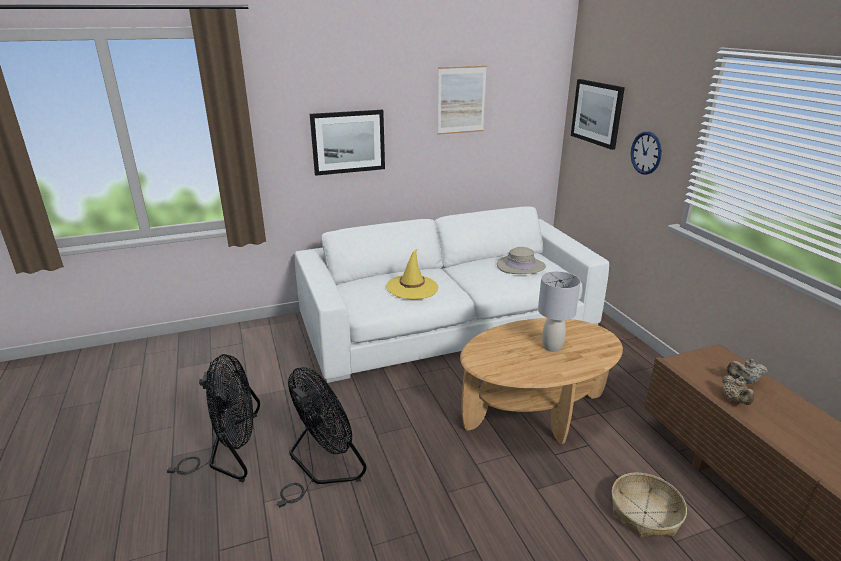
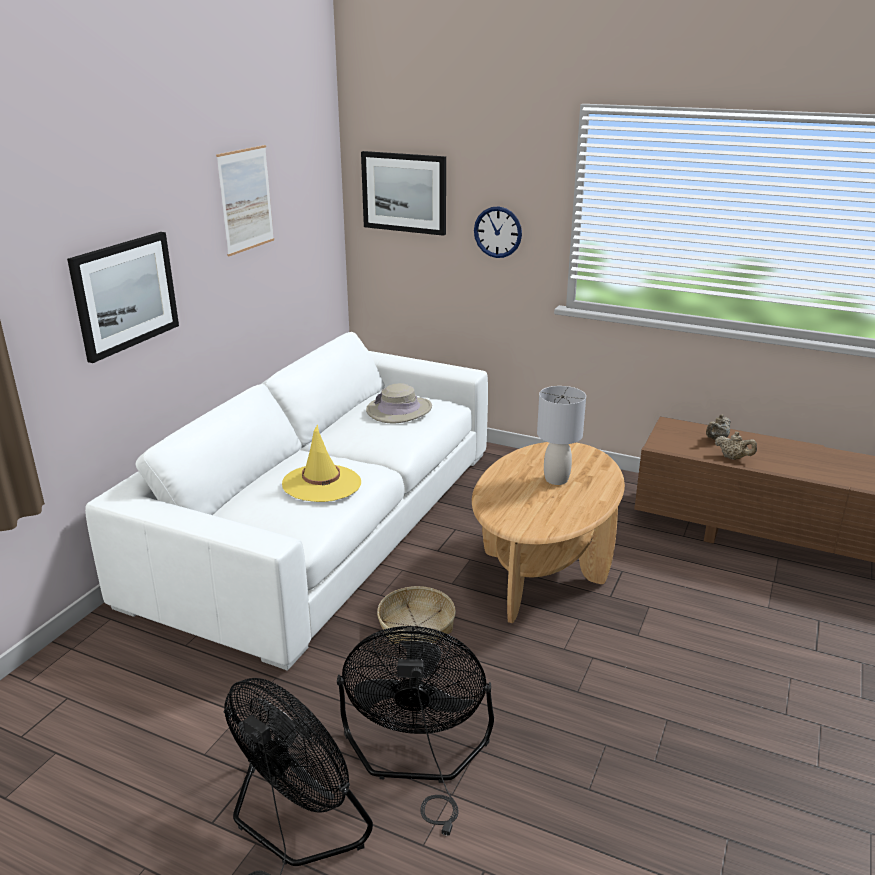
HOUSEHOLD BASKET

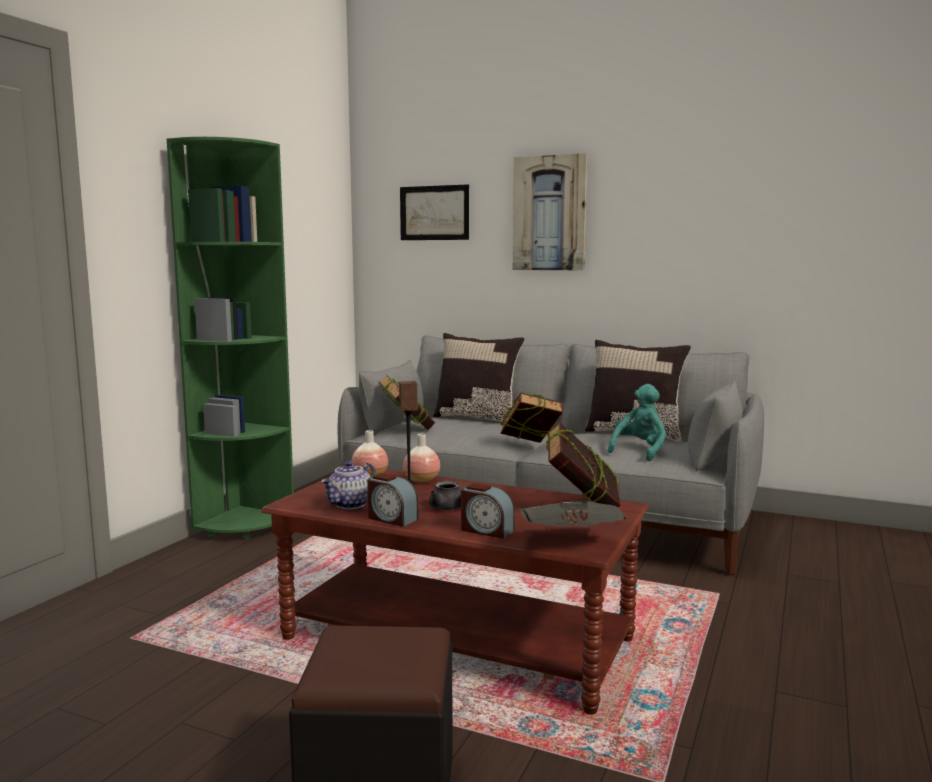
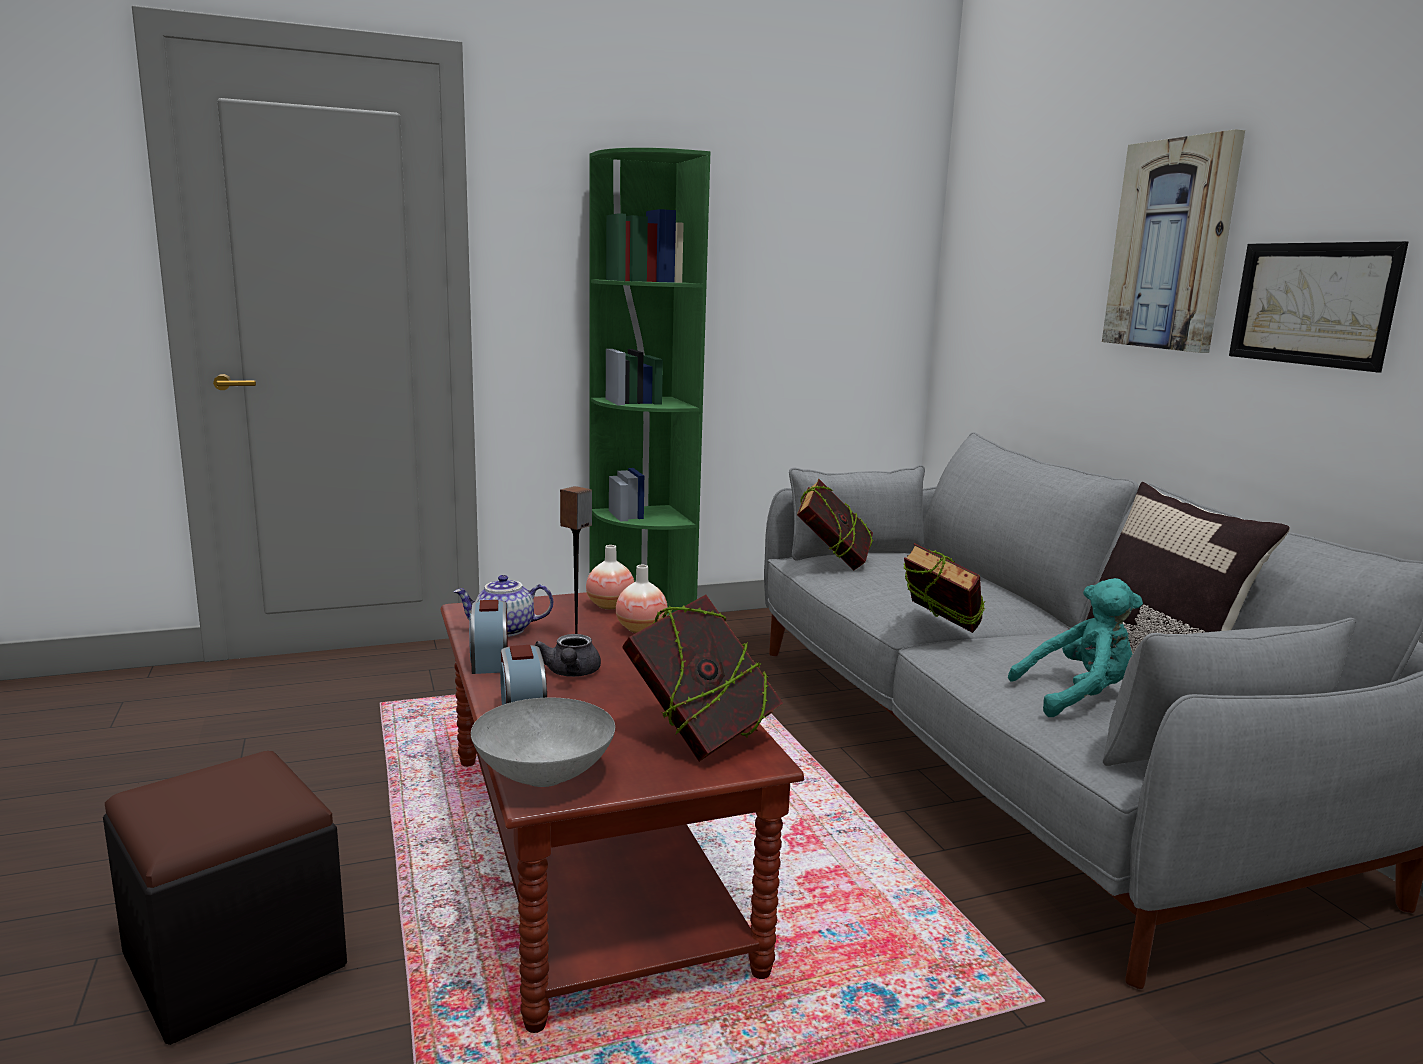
CUSHION (1st from left in the first image)
WALL PICTURE (2nd from left)
GRAY DEEP DISH

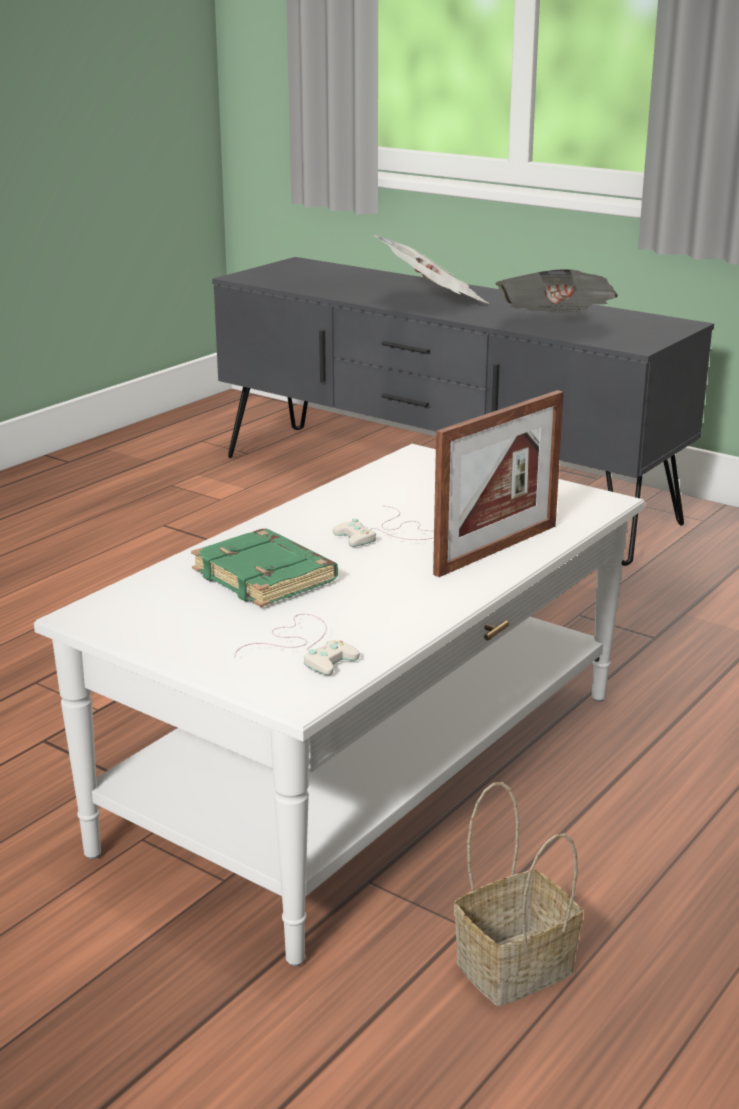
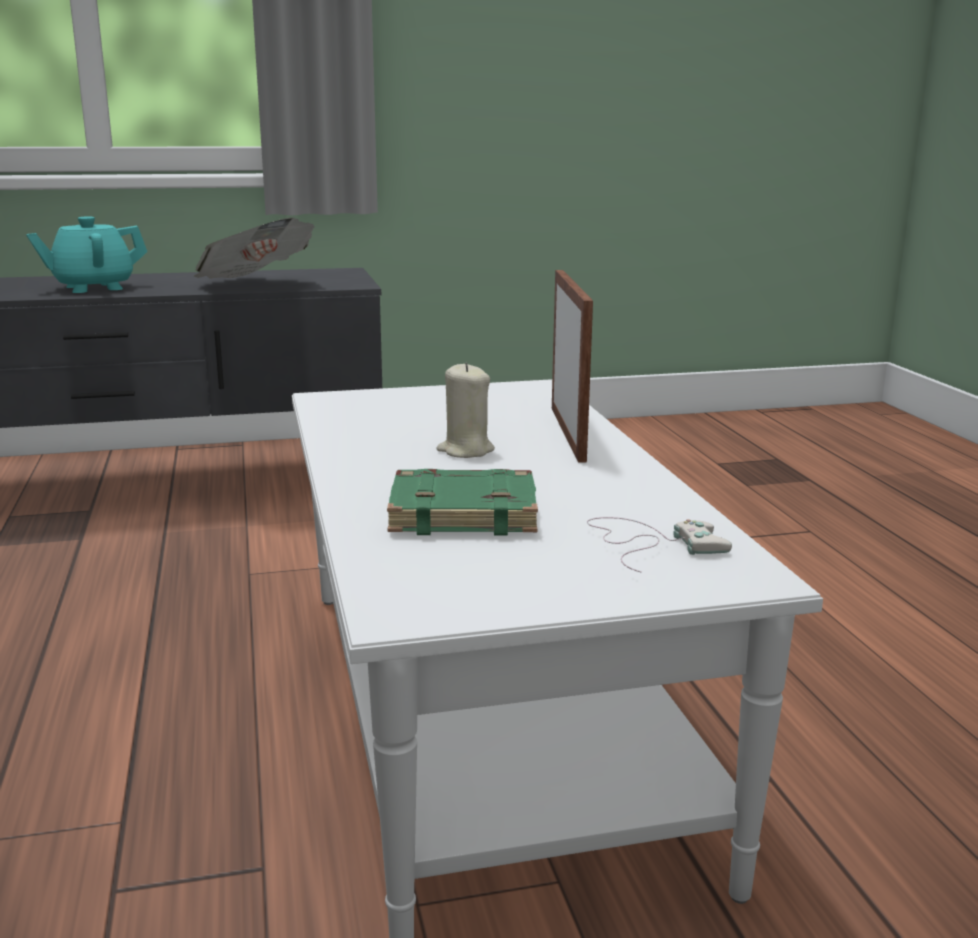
HOUSEHOLD BASKET
BEIGE WAX LIGHT
BLUE-GREEN POT FOR TEA

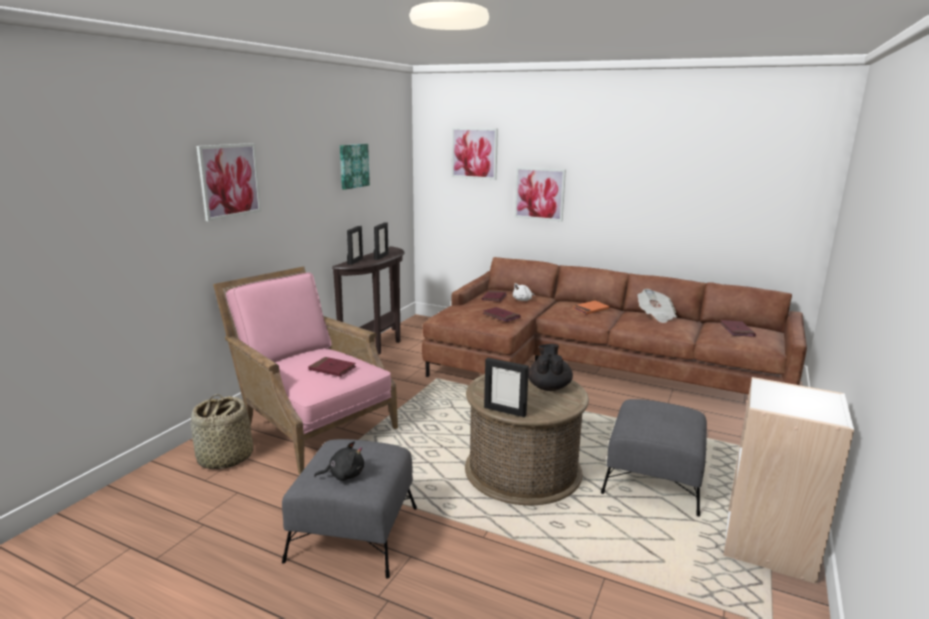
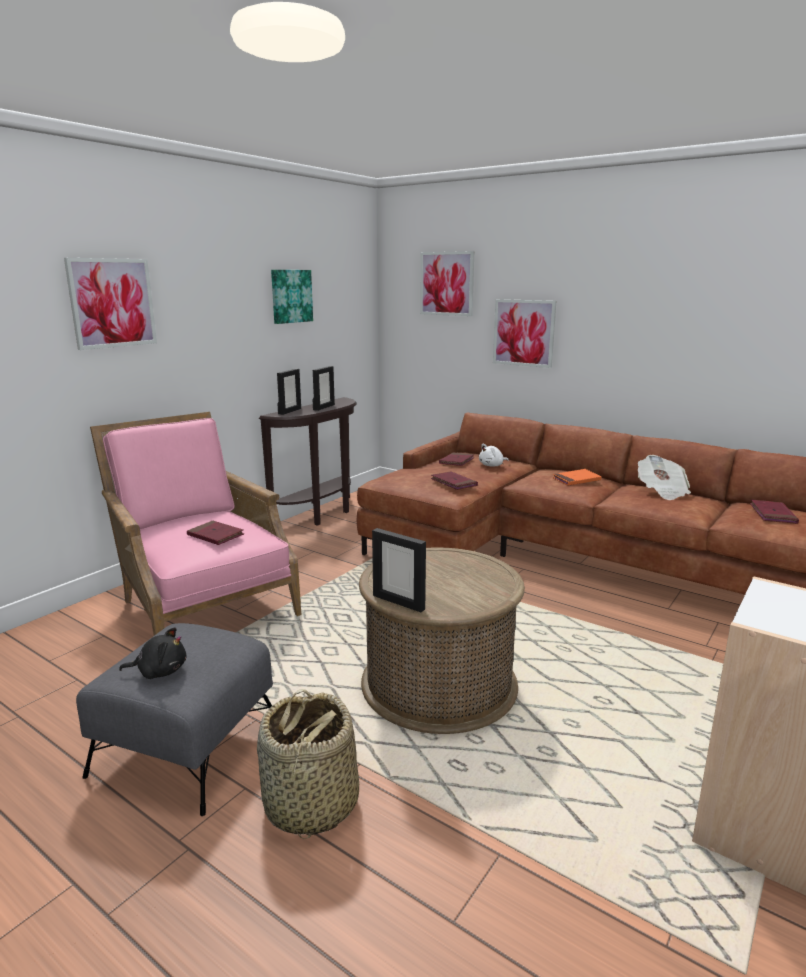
BLACK POT FOR TEA
GRAY POUFFE (2nd from left in the first image)
HOUSEHOLD BASKET

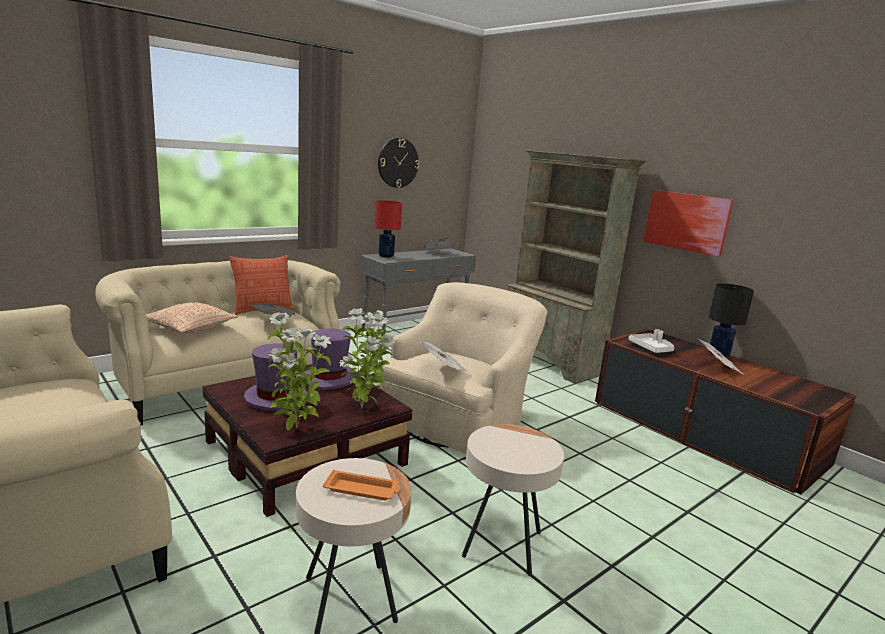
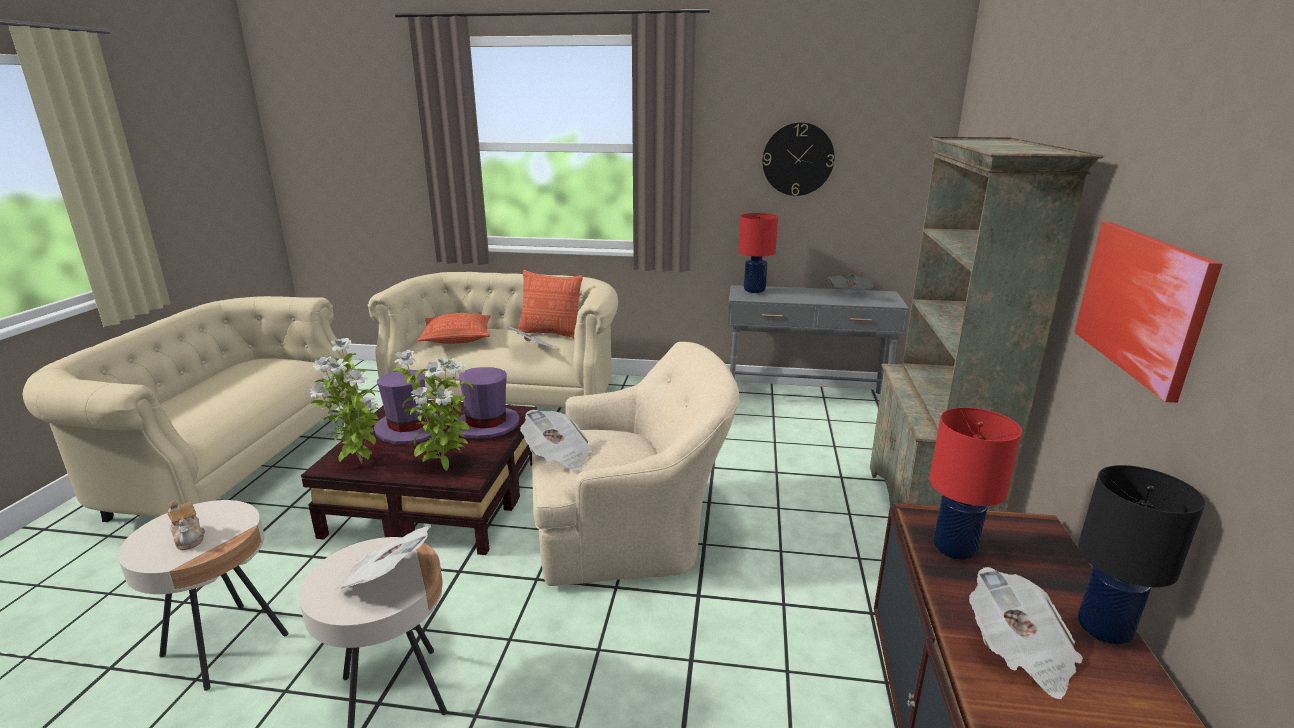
DAILY PAPER (1st from left)
POT FOR TEA
RED TABLE LAMP (2nd from left)
ORANGE-COLOURED CUSHION (1st from left)

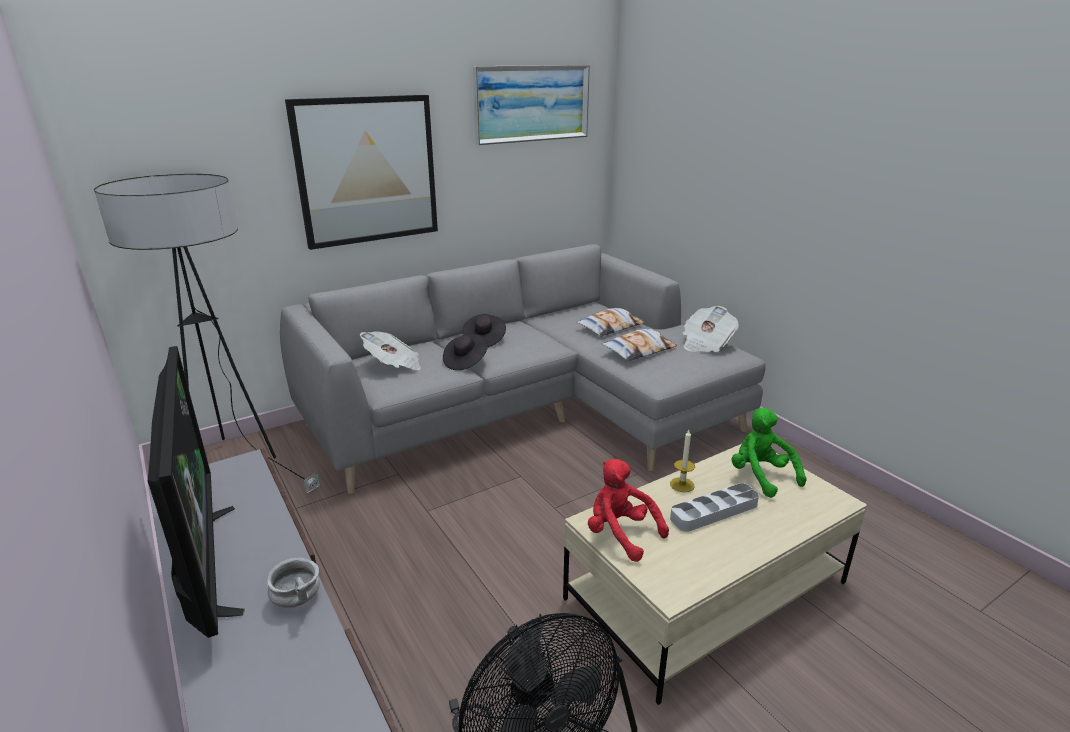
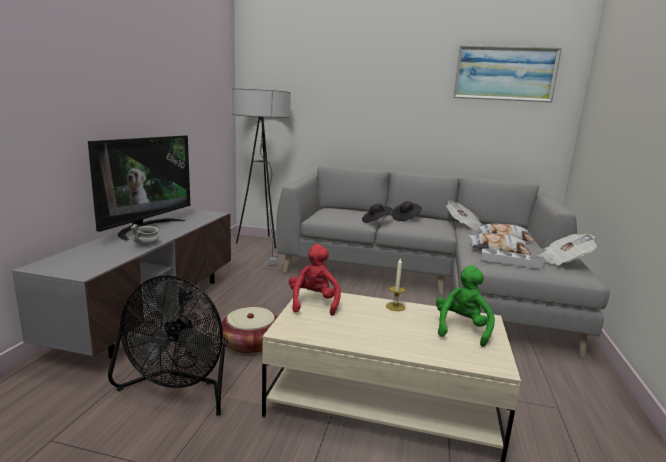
WALL PICTURE (1st from left in the first image)
HOUSEHOLD BASKET
DAILY PAPER (1st from left)
GRAY SERVING TRAY

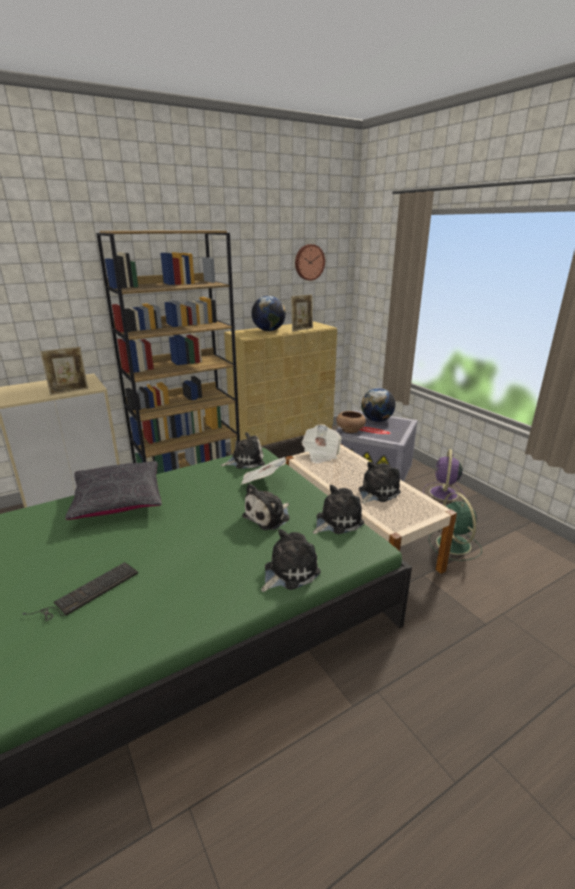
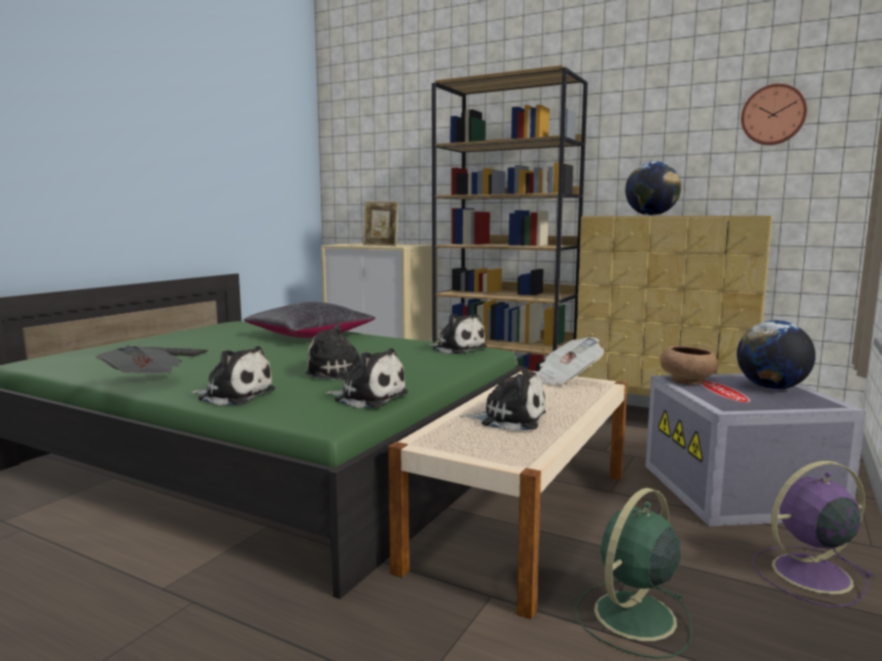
STANDING FRAME (2nd from left in the first image)
DAILY PAPER (1st from left)

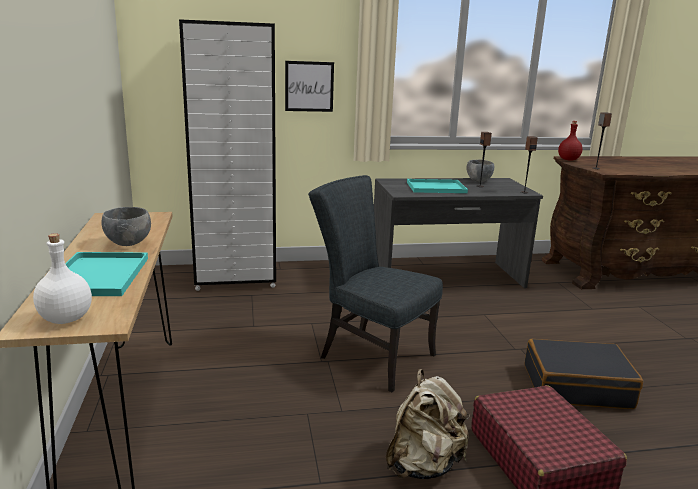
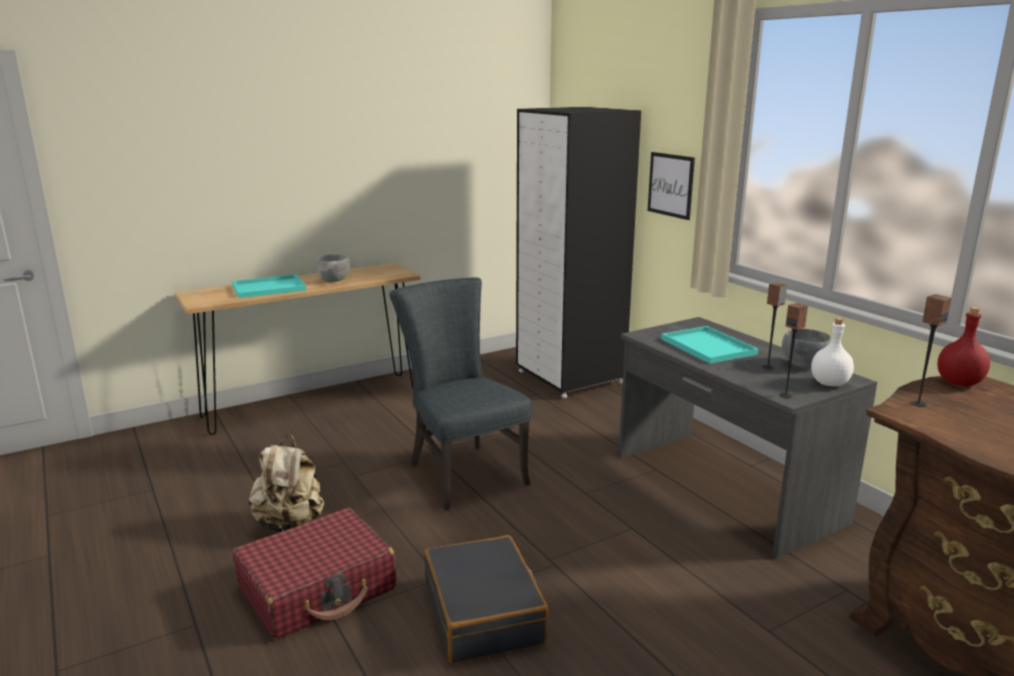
WHITE-COLOURED DRINK BOTTLE
GRAY UPRIGHT CHAIR

